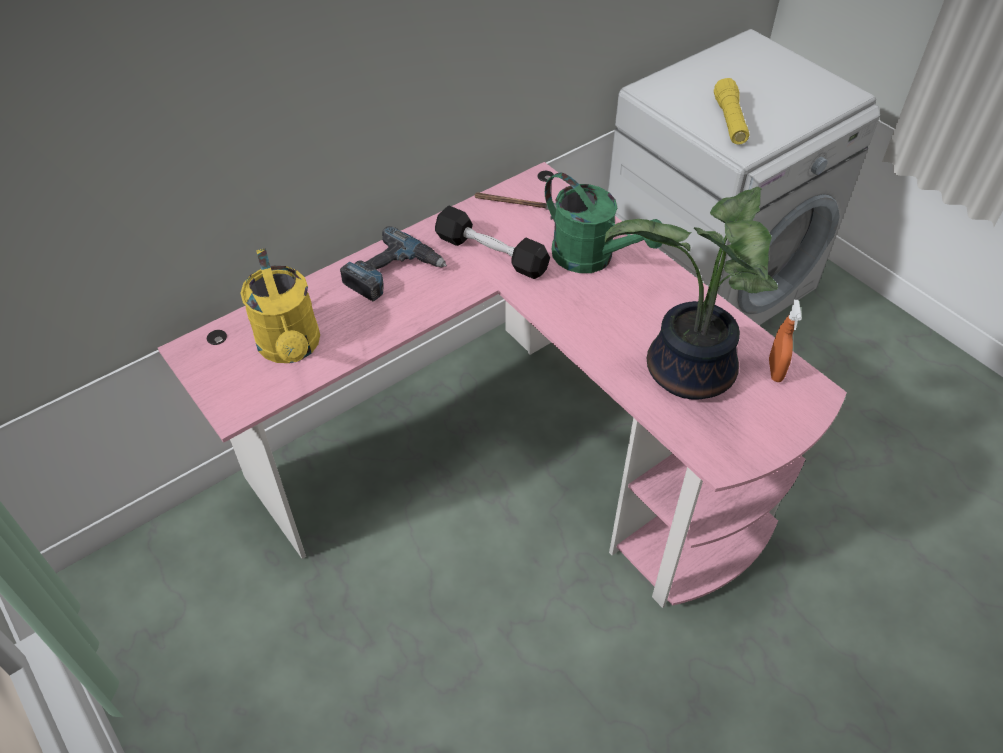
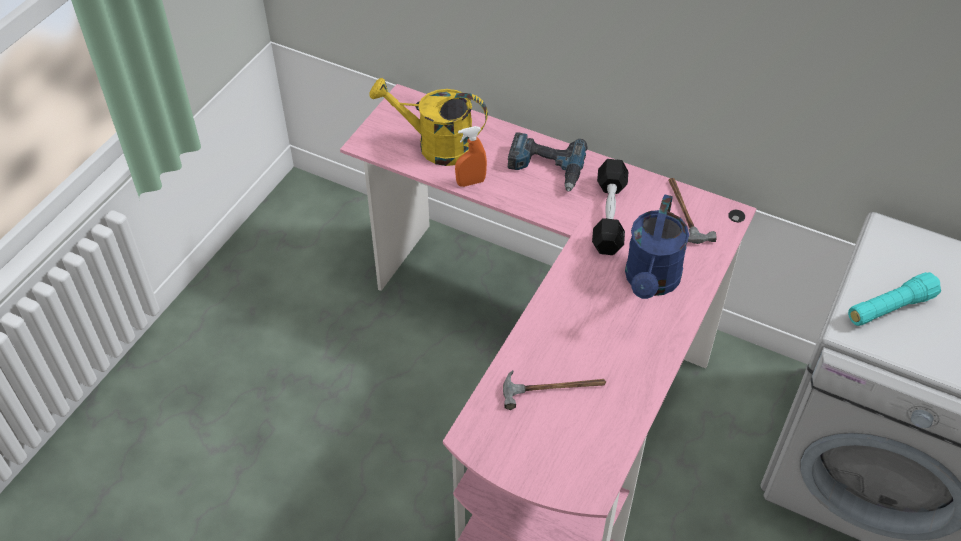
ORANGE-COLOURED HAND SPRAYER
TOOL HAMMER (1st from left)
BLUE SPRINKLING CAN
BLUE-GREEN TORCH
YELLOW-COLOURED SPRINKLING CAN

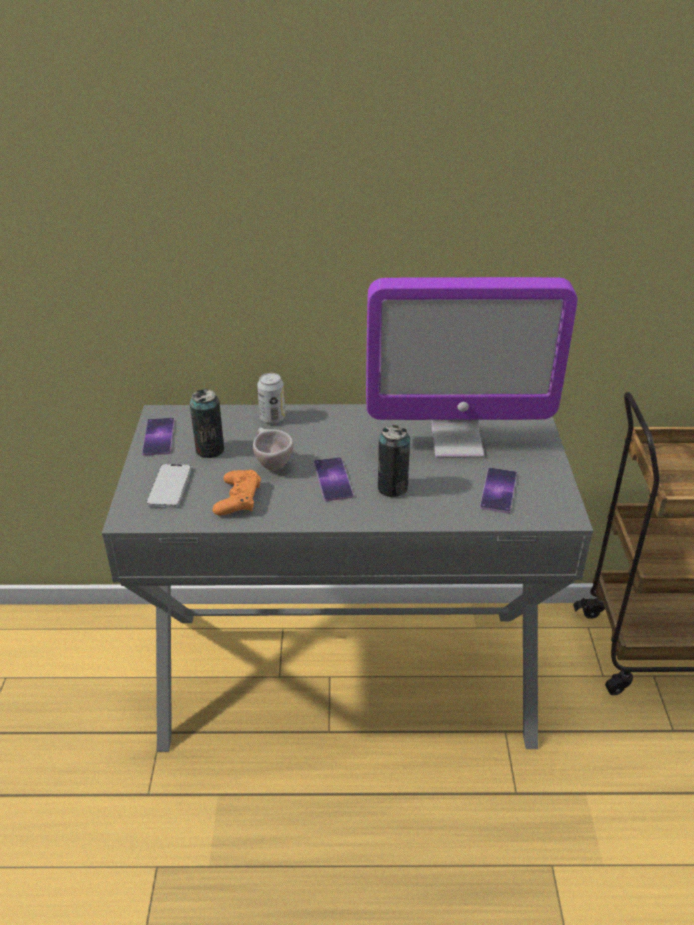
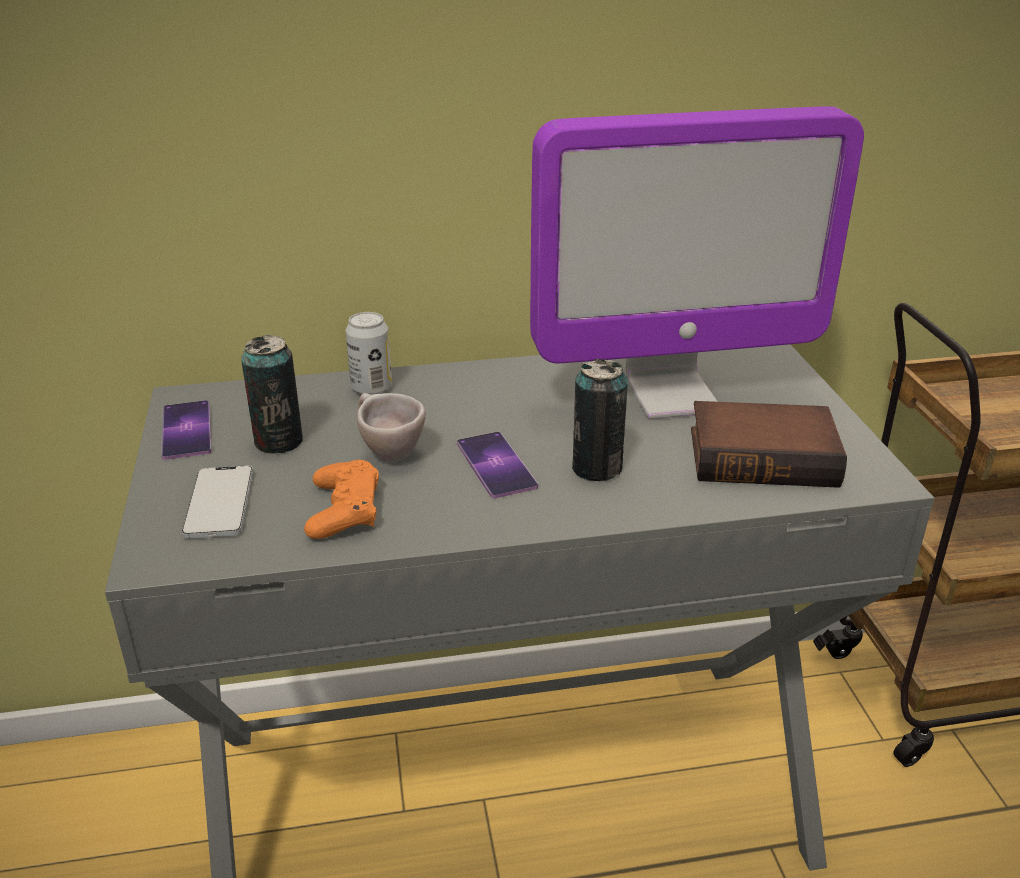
BOUND BOOK

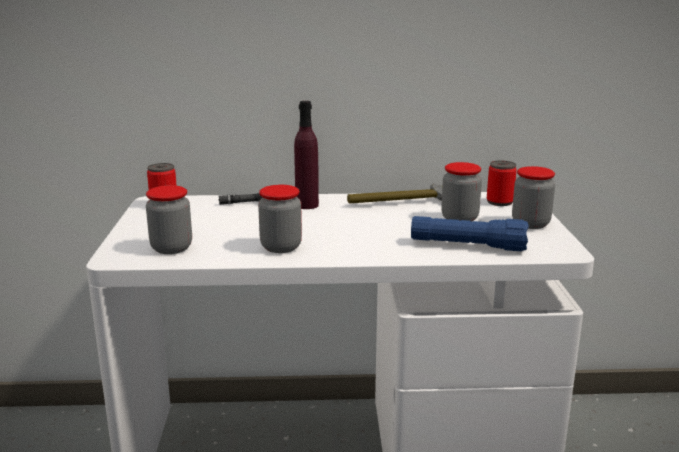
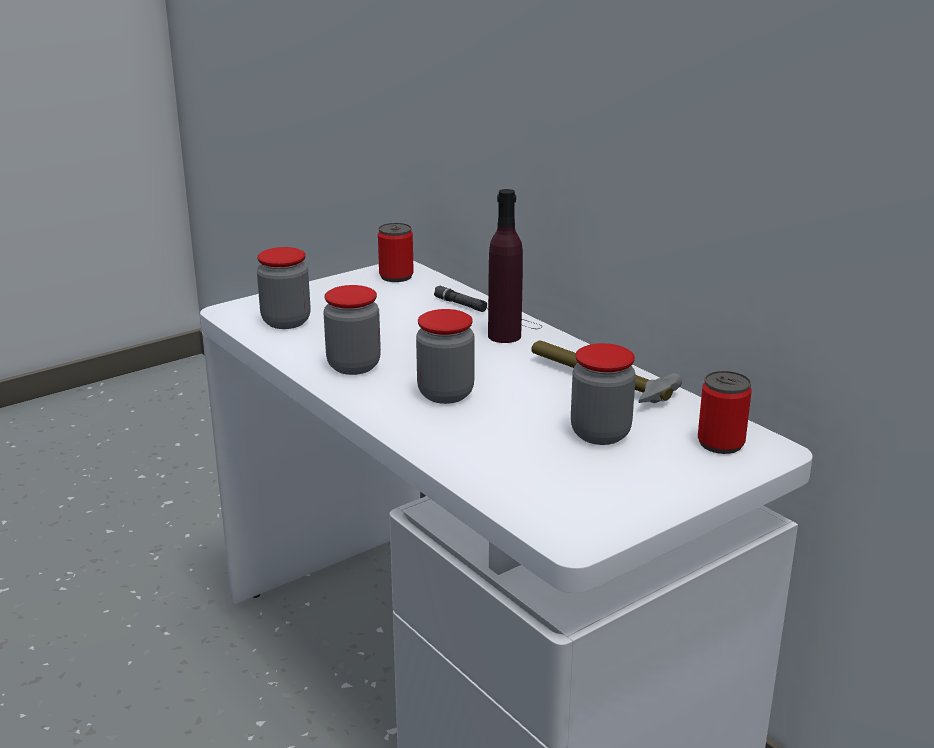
BLUE TORCH
STORAGE JAR (3rd from left)

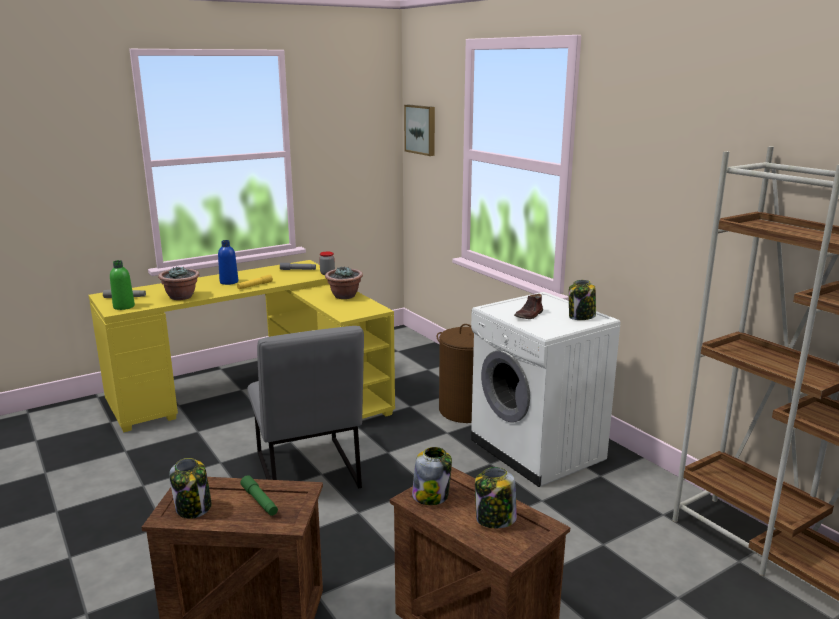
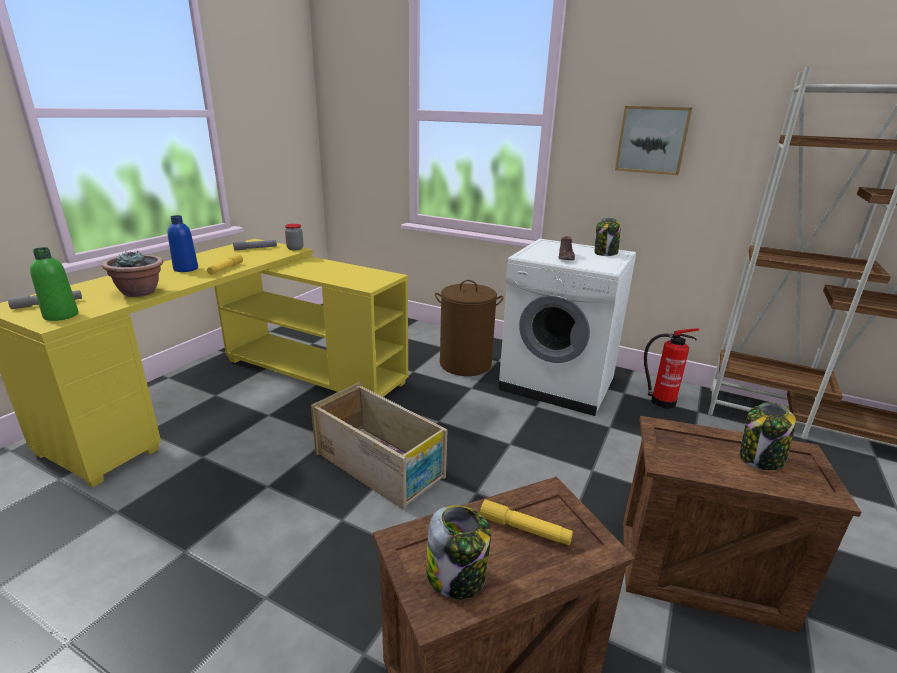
POTTED PLANT (2nd from left in the first image)
STORAGE JAR (3rd from left in the first image)
EXTINGUISHER
WALL PICTURE
CRATE (1st from left)
YELLOW-COLOURED TORCH (2nd from left)

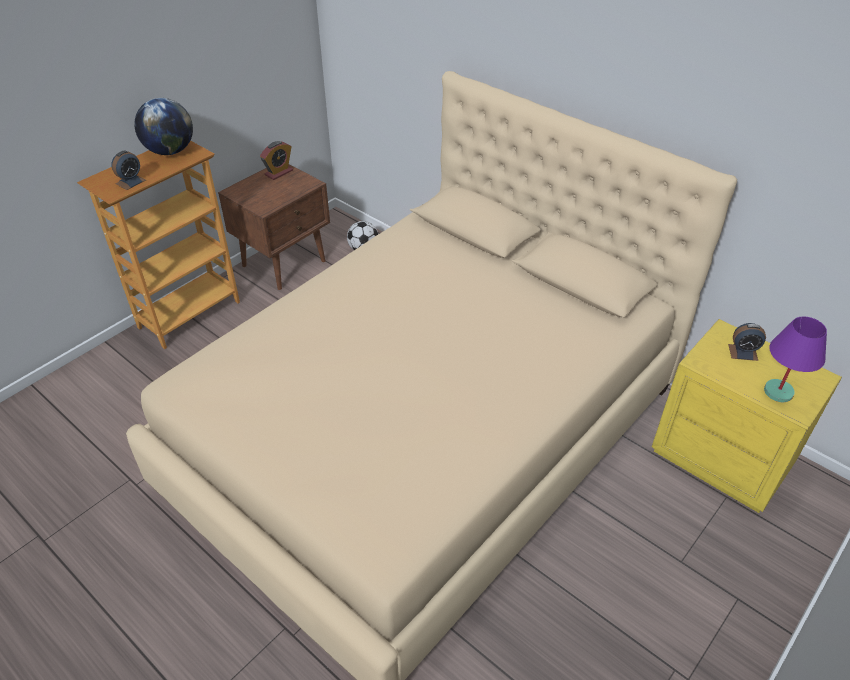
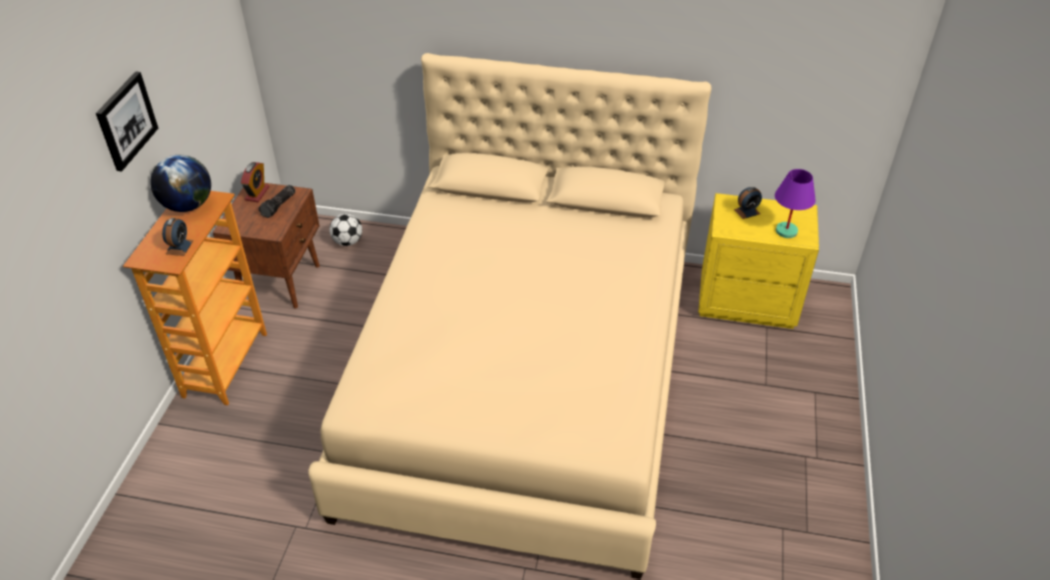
WALL PICTURE
TORCH

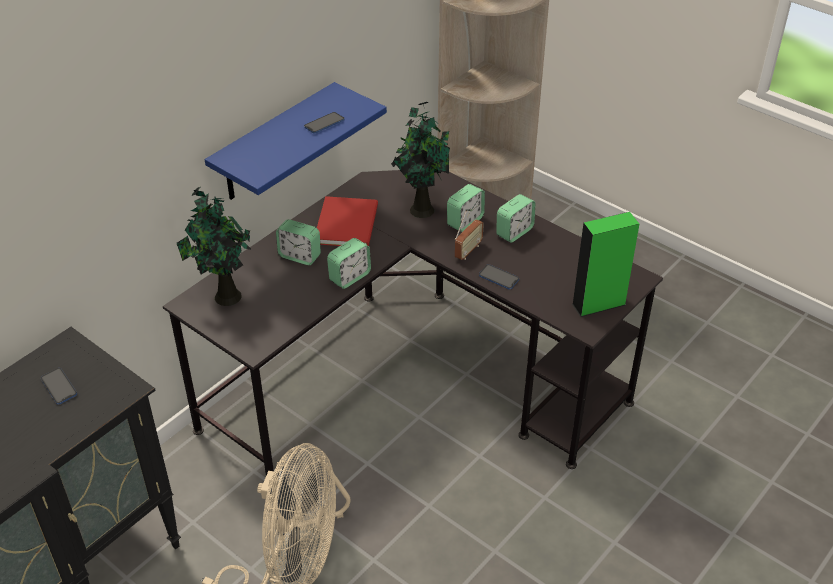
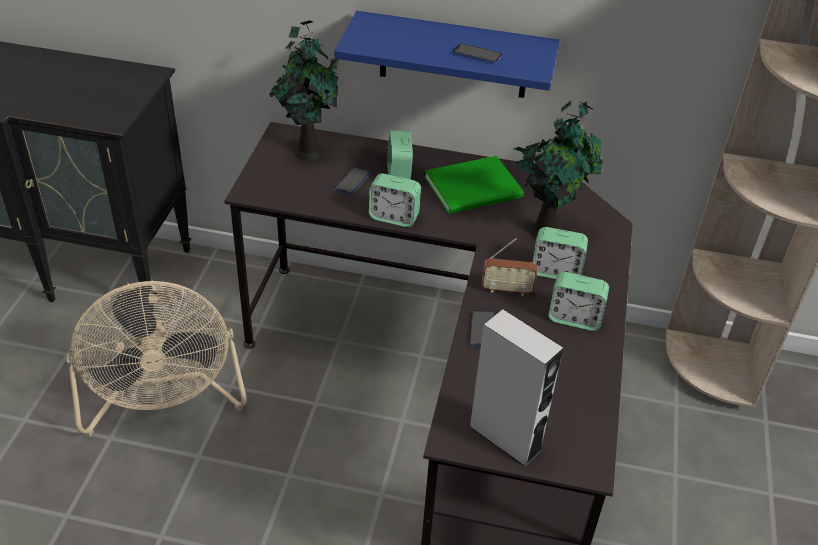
PHONE (1st from left)
GREEN BOUND BOOK
GRAY LOUDSPEAKER

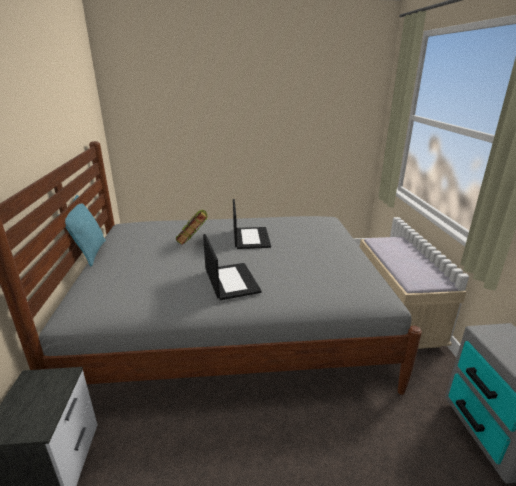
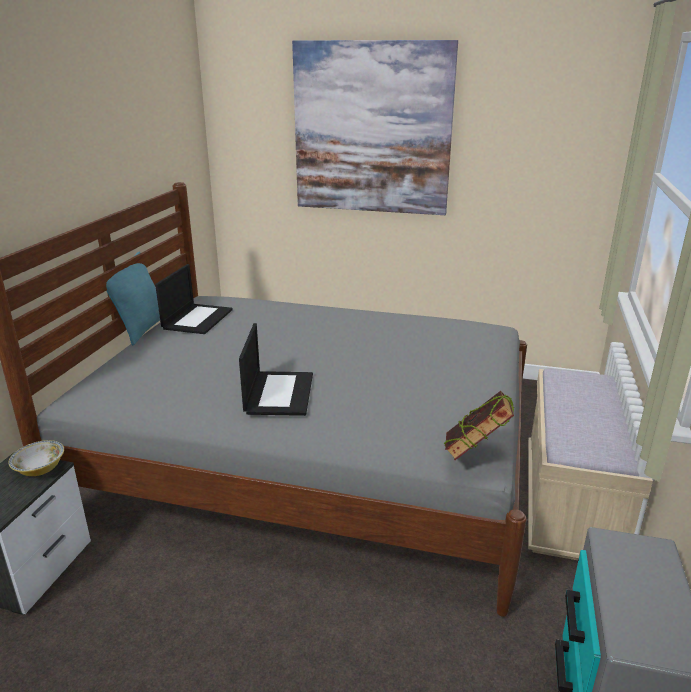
DEEP DISH
WALL PICTURE
BOUND BOOK
LAPTOP (1st from left)

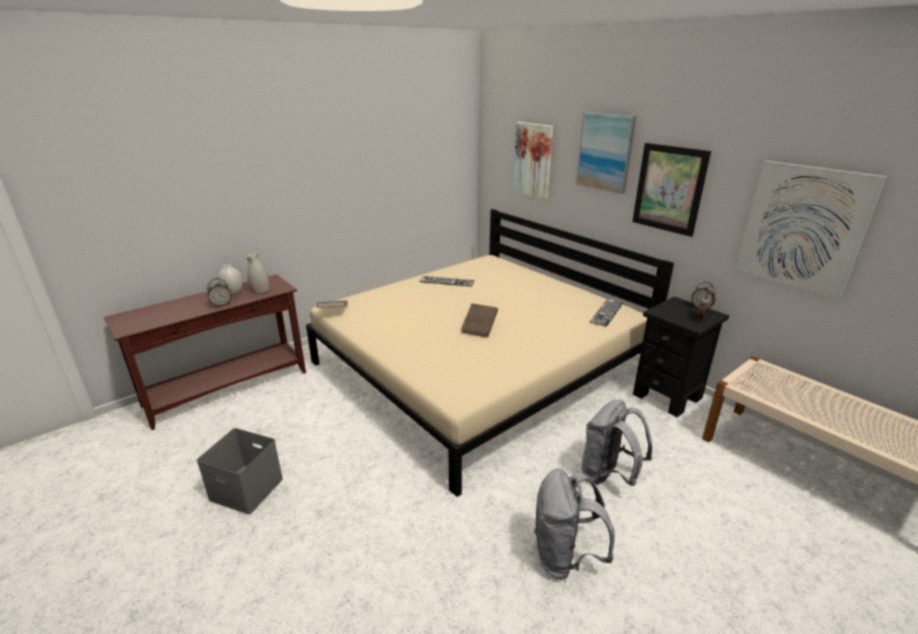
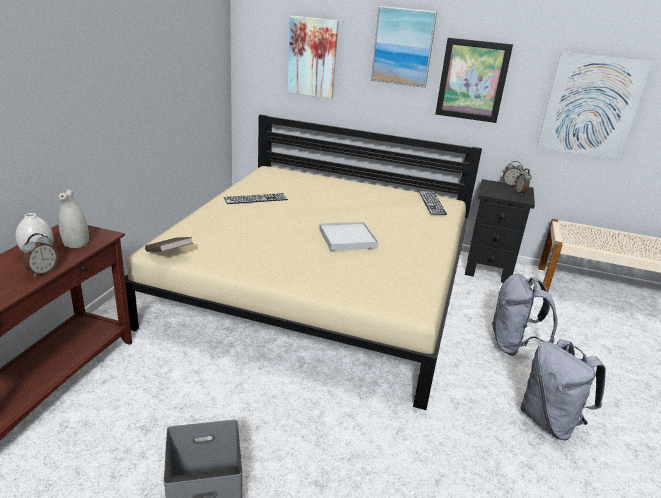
WHITE-COLOURED SERVING TRAY

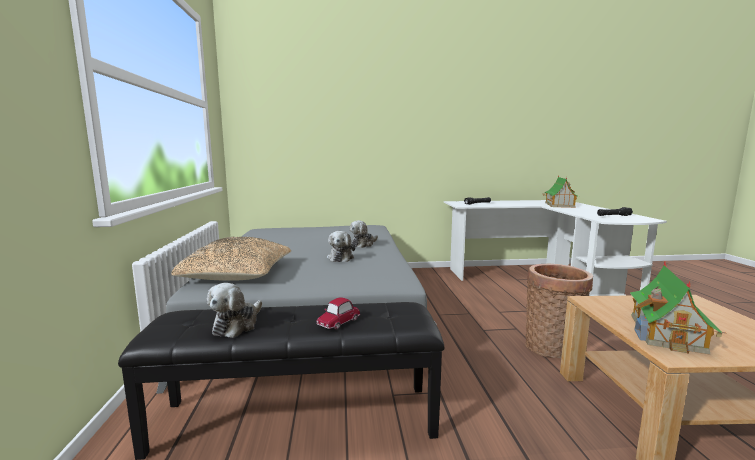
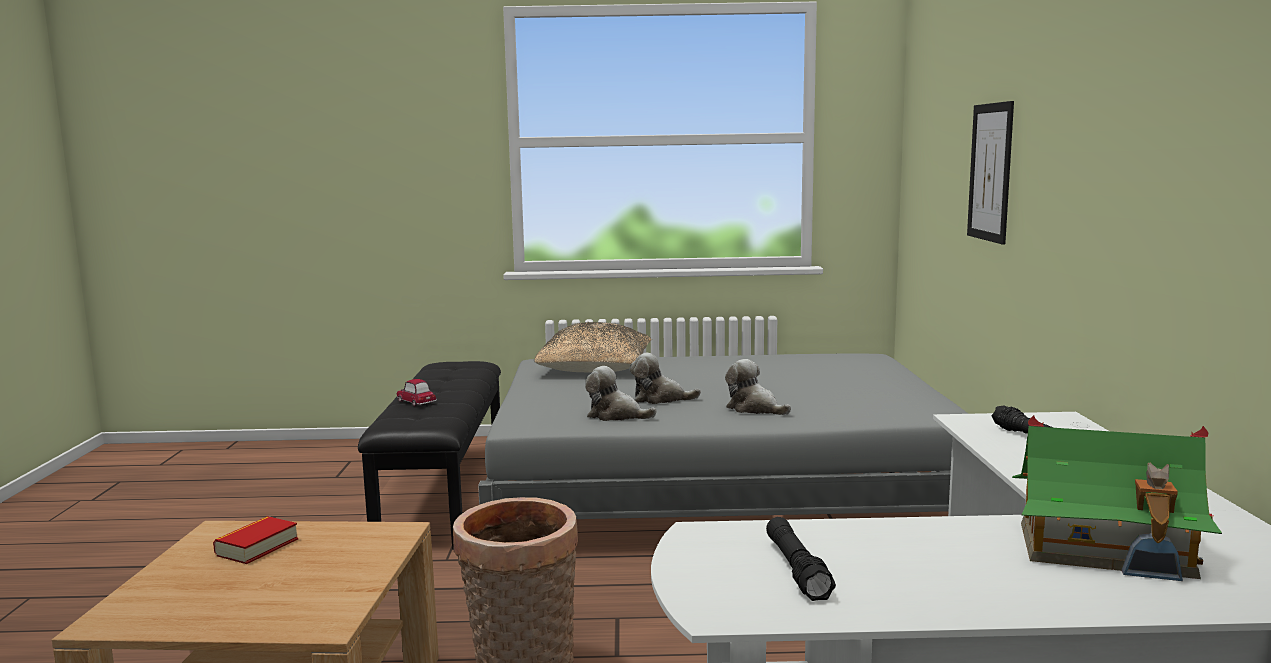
WALL PICTURE
CUDDLY TOY (1st from left)
BOUND BOOK

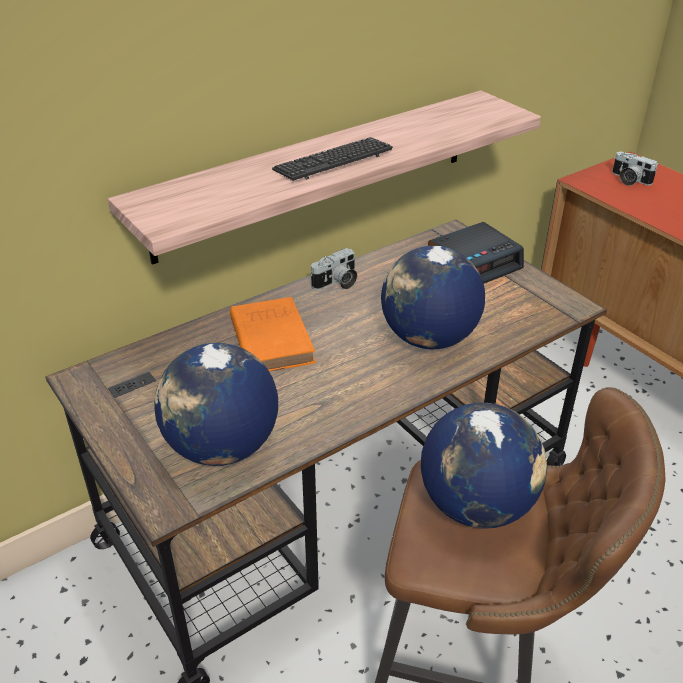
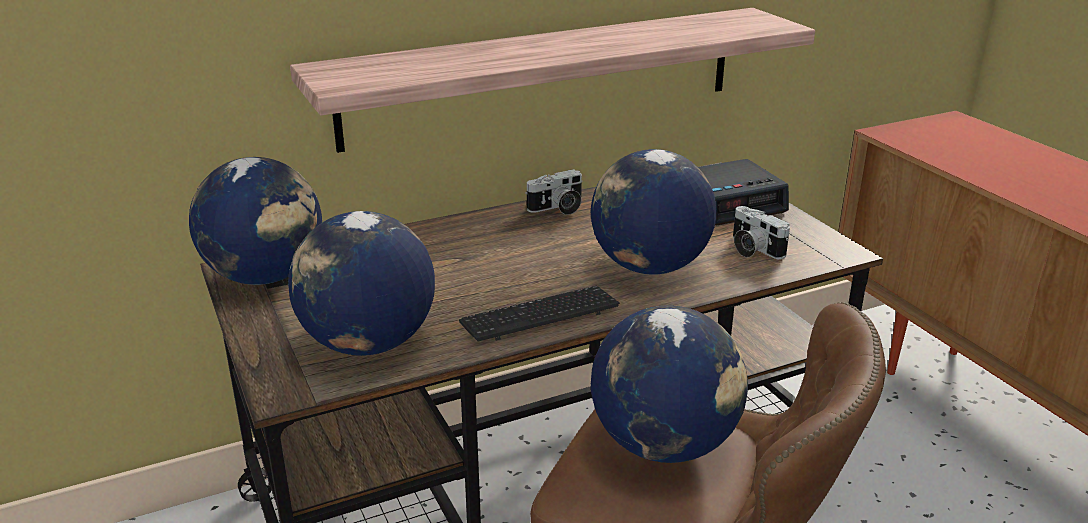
ORANGE-COLOURED BOUND BOOK
DESK GLOBE (1st from left)
KEYBOARD
STILL CAMERA (2nd from left)

